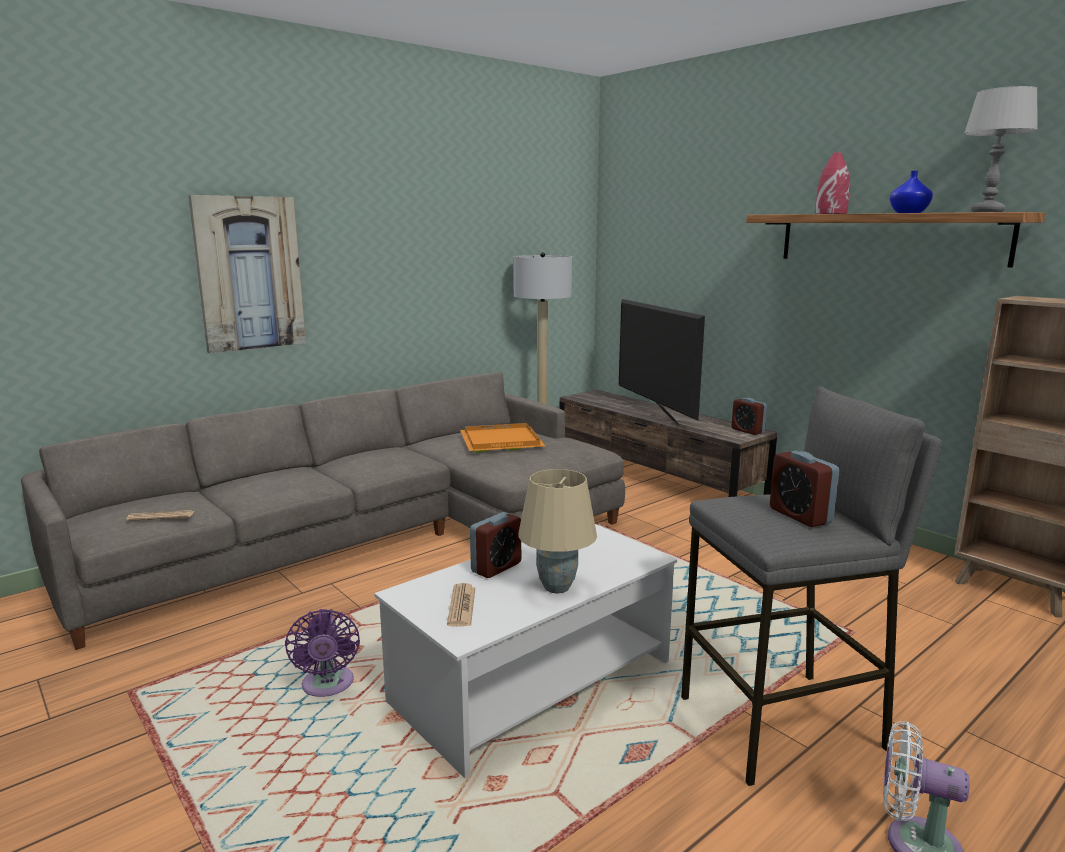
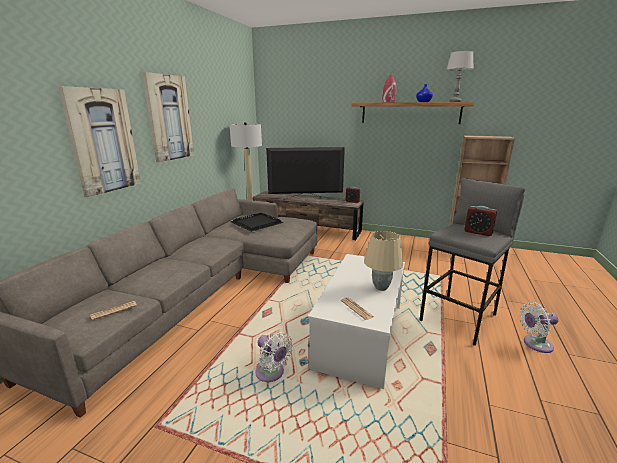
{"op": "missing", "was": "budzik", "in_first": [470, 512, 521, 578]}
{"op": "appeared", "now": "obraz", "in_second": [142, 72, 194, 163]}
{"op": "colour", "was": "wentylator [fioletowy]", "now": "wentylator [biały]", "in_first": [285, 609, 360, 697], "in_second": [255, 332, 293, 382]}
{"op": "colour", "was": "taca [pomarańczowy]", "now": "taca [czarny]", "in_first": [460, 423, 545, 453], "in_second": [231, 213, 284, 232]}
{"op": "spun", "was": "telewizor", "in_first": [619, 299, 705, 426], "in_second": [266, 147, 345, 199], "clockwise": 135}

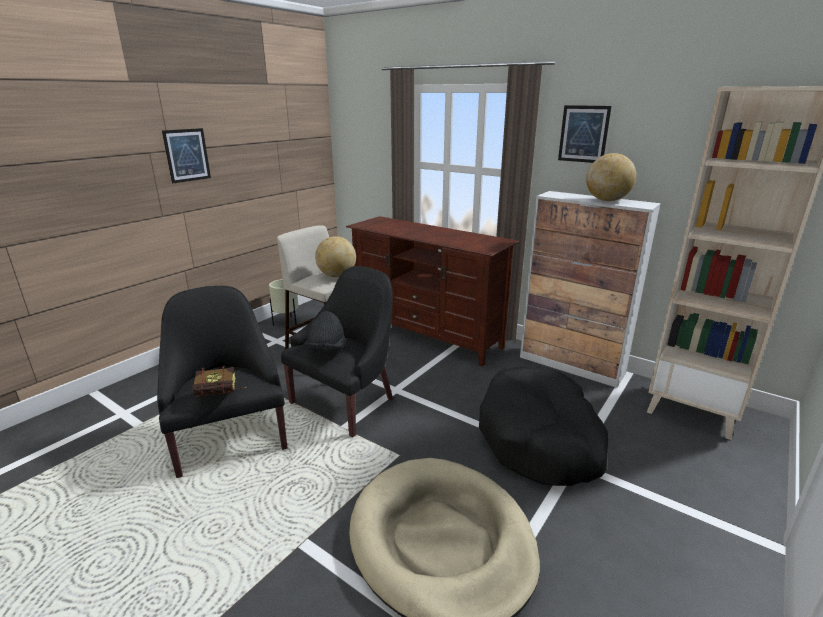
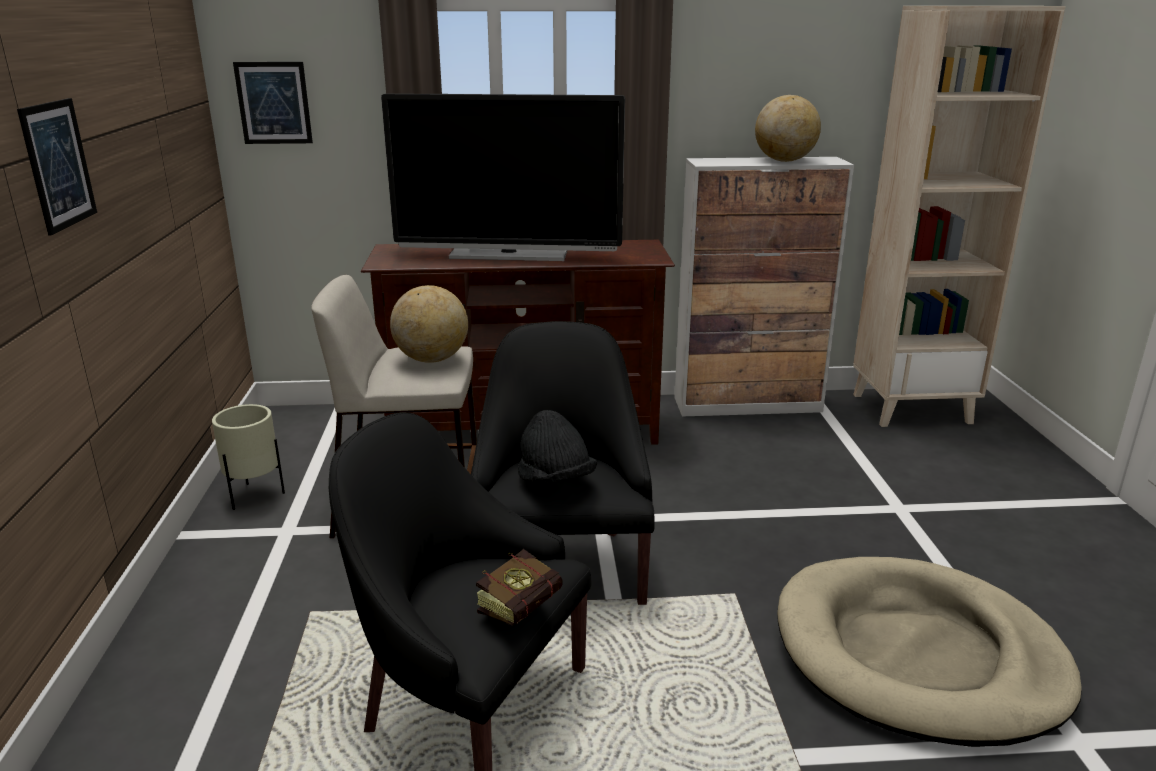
{"op": "missing", "was": "legowisko [czarny]", "in_first": [479, 367, 608, 486]}
{"op": "appeared", "now": "telewizor", "in_second": [381, 93, 625, 261]}
{"op": "relocated", "was": "obraz", "in_first": [558, 105, 612, 163], "in_second": [233, 62, 313, 144]}

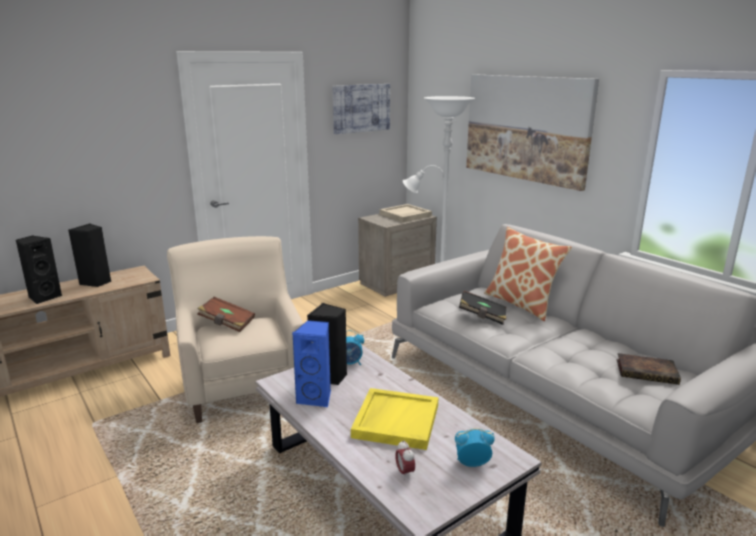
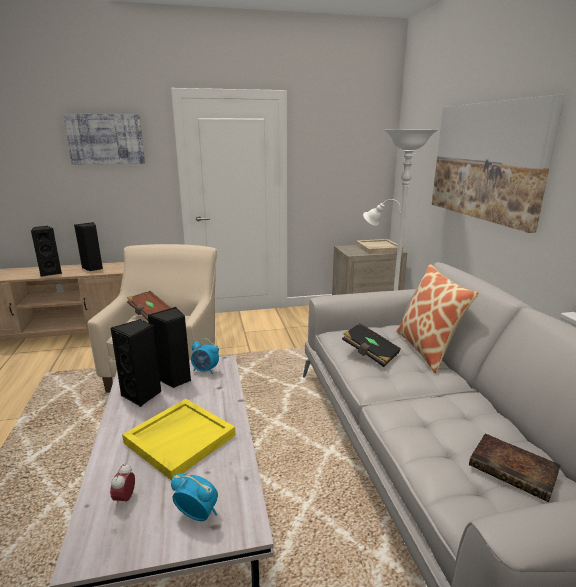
{"op": "relocated", "was": "obraz", "in_first": [333, 84, 390, 134], "in_second": [63, 114, 145, 164]}
{"op": "colour", "was": "głośnik [niebieski]", "now": "głośnik [czarny]", "in_first": [292, 320, 331, 407], "in_second": [111, 319, 162, 407]}

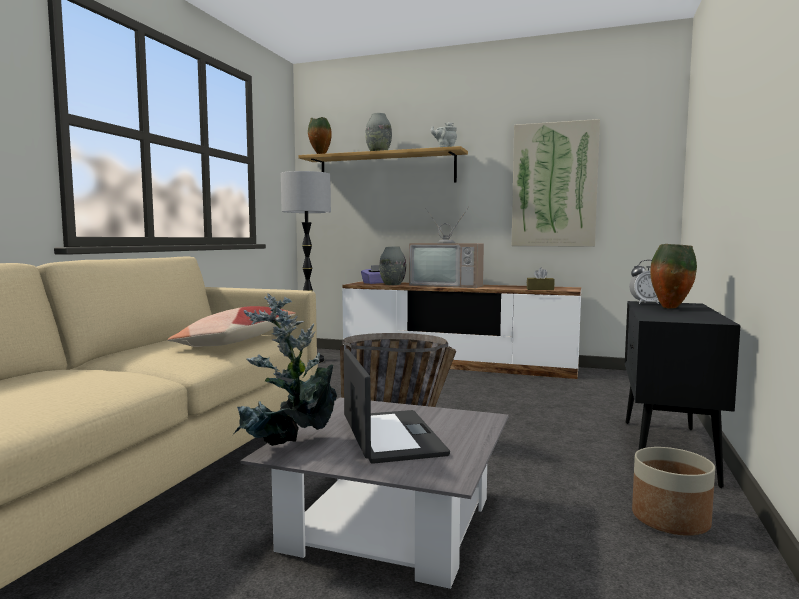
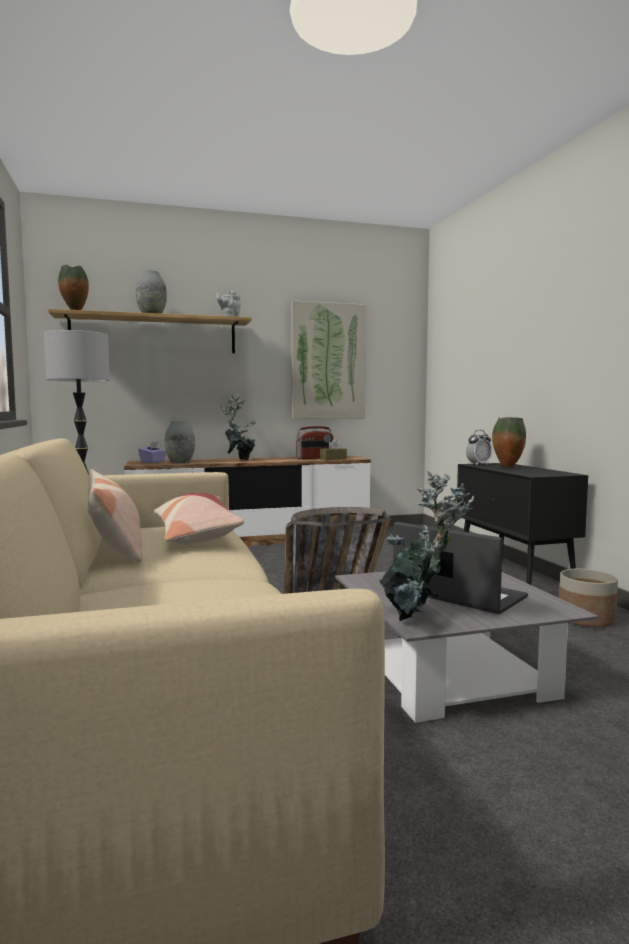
{"op": "appeared", "now": "poduszka", "in_second": [88, 469, 143, 563]}
{"op": "appeared", "now": "radio", "in_second": [296, 426, 333, 459]}
{"op": "exchanged", "was": "telewizor", "now": "roślina doniczkowa", "in_first": [409, 207, 484, 288], "in_second": [220, 394, 256, 461]}

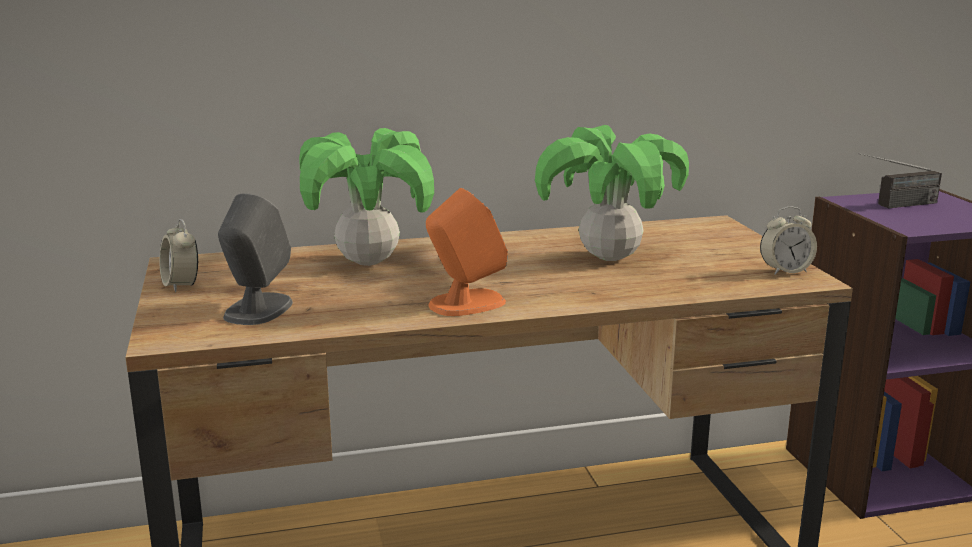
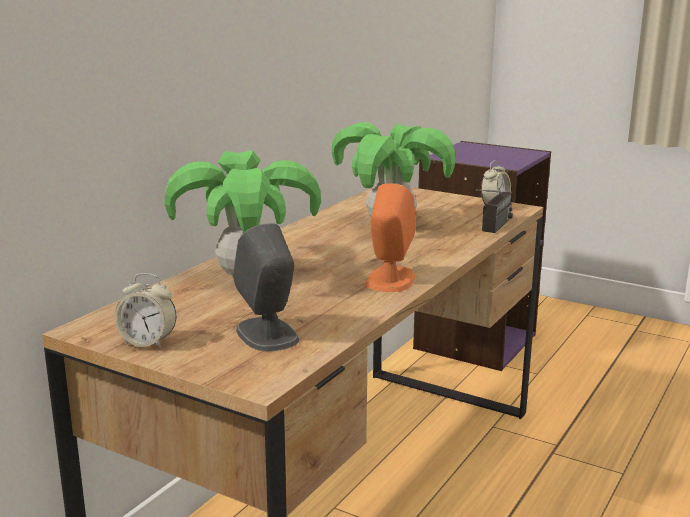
{"op": "relocated", "was": "radio", "in_first": [858, 153, 942, 208], "in_second": [476, 189, 513, 233]}

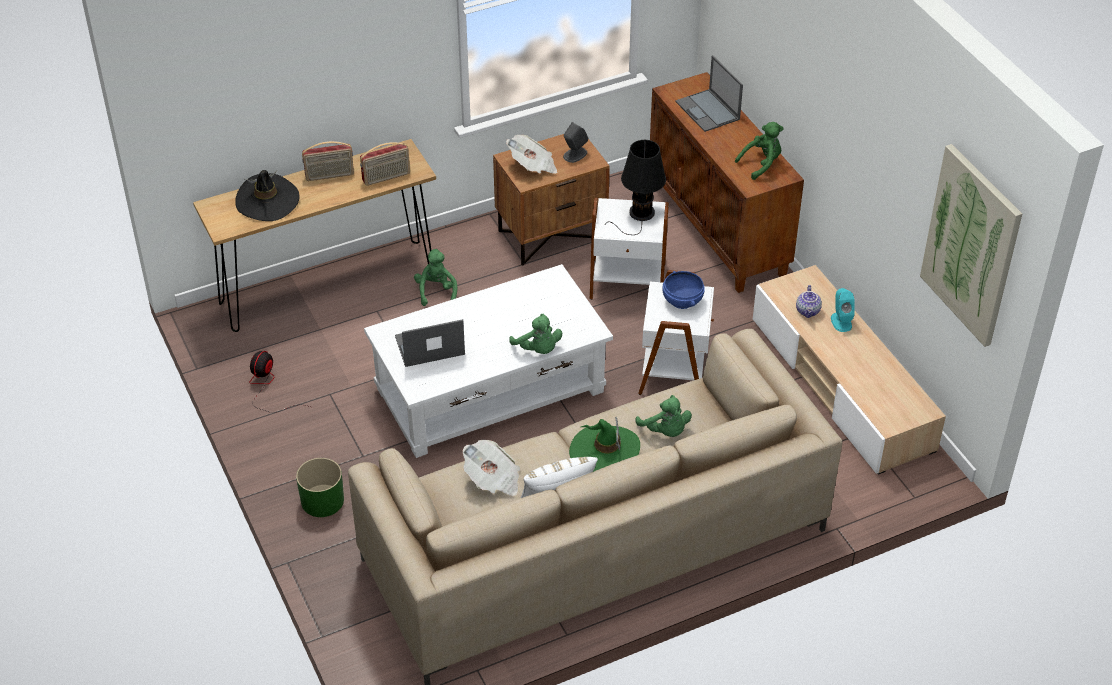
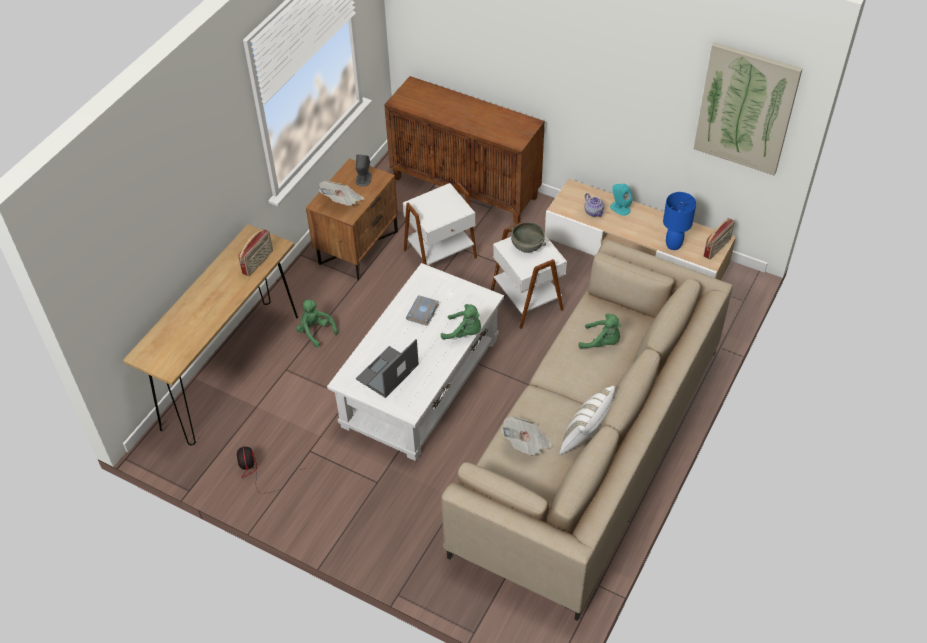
{"op": "missing", "was": "kapelusz [czarny]", "in_first": [235, 170, 300, 221]}
{"op": "missing", "was": "donica [zielony]", "in_first": [296, 458, 344, 517]}
{"op": "missing", "was": "kapelusz [zielony]", "in_first": [569, 417, 640, 472]}
{"op": "missing", "was": "lampa stołowa [czarny]", "in_first": [605, 140, 666, 235]}
{"op": "missing", "was": "laptop", "in_first": [676, 55, 743, 132]}
{"op": "missing", "was": "pluszak [zielony]", "in_first": [735, 122, 783, 180]}
{"op": "appeared", "now": "książka [szary]", "in_second": [406, 295, 439, 326]}
{"op": "appeared", "now": "lampa stołowa [niebieski]", "in_second": [663, 192, 696, 250]}
{"op": "relocated", "was": "radio", "in_first": [302, 141, 354, 181], "in_second": [704, 218, 735, 259]}
{"op": "colour", "was": "miska [niebieski]", "now": "miska [szary]", "in_first": [662, 271, 705, 309], "in_second": [510, 222, 546, 253]}

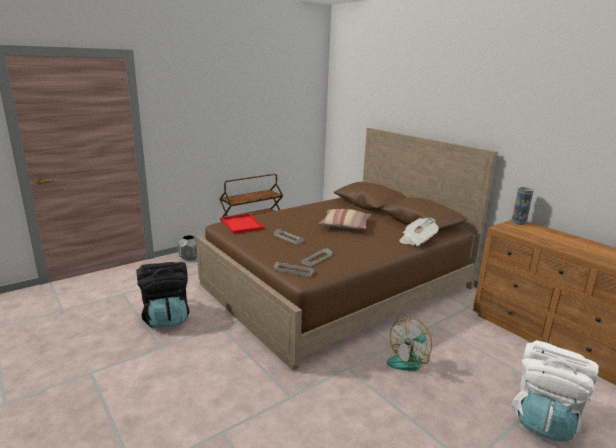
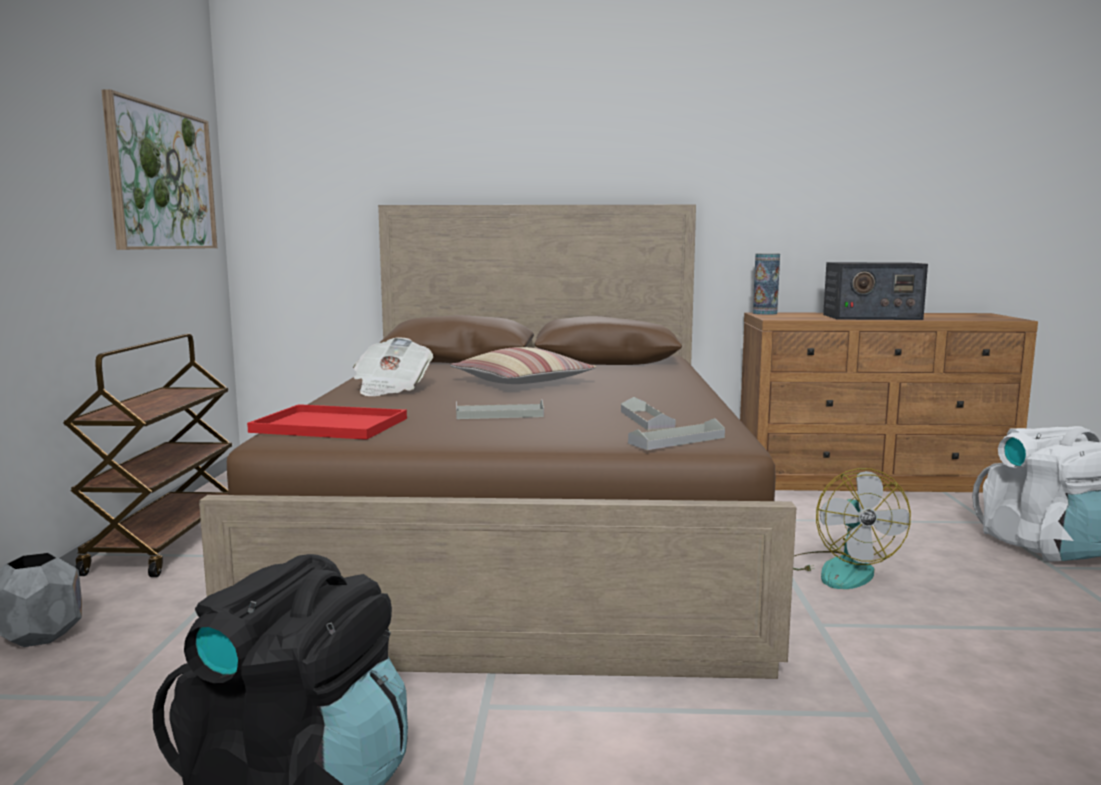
{"op": "appeared", "now": "obraz", "in_second": [102, 90, 217, 250]}
{"op": "appeared", "now": "radio", "in_second": [823, 262, 928, 320]}
{"op": "relocated", "was": "gazeta", "in_first": [399, 218, 439, 246], "in_second": [353, 337, 433, 396]}

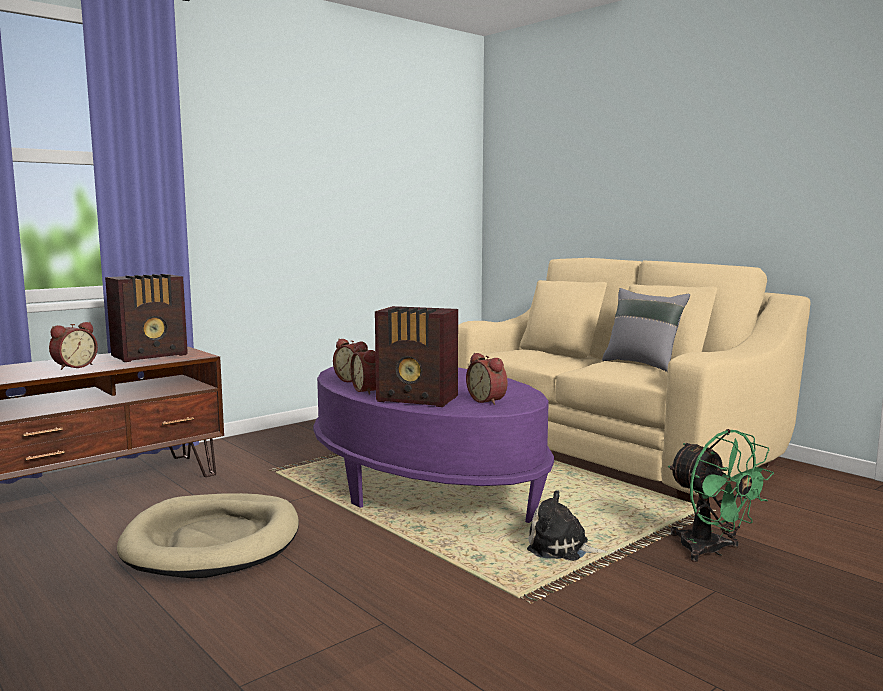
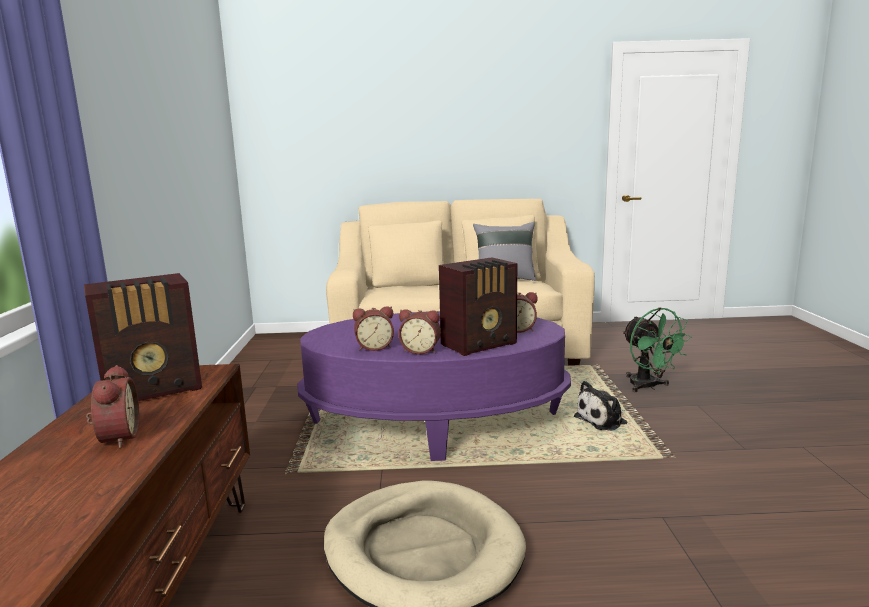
{"op": "spun", "was": "radio", "in_first": [105, 274, 188, 362], "in_second": [84, 273, 202, 401], "clockwise": 60}
{"op": "spun", "was": "wentylator [zielony]", "in_first": [668, 429, 774, 562], "in_second": [622, 307, 692, 392], "clockwise": 60}

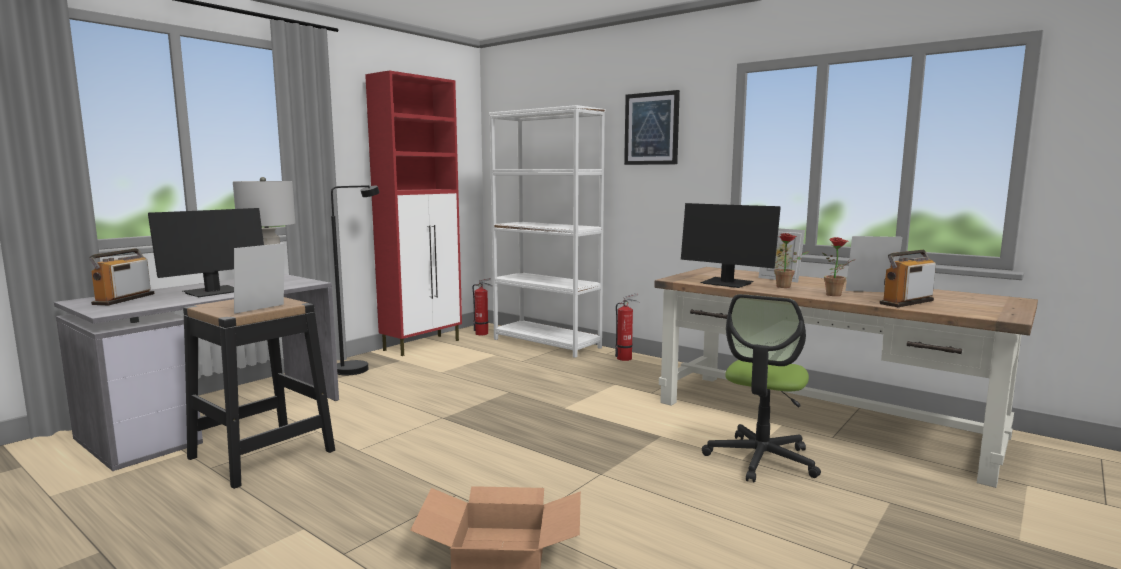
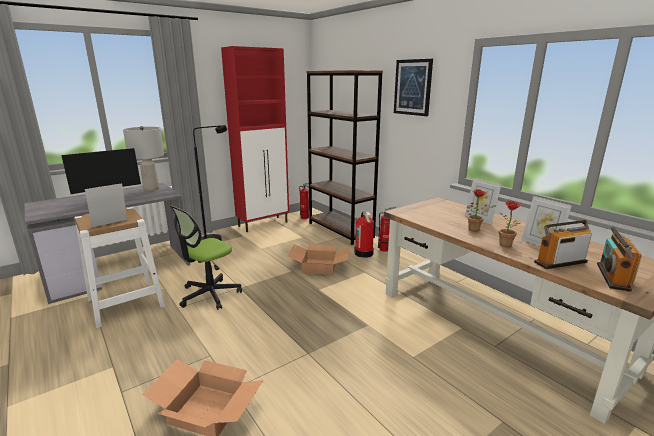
{"op": "missing", "was": "monitor", "in_first": [681, 203, 781, 288]}
{"op": "appeared", "now": "karton", "in_second": [287, 244, 350, 275]}
{"op": "appeared", "now": "gaśnica", "in_second": [354, 211, 374, 258]}
{"op": "relocated", "was": "radio", "in_first": [90, 248, 154, 305], "in_second": [597, 226, 642, 292]}
{"op": "relocated", "was": "krzesło biurowe", "in_first": [702, 294, 821, 483], "in_second": [170, 205, 242, 310]}
{"op": "colour", "was": "stołek [czarny]", "now": "stołek [biały]", "in_first": [183, 297, 335, 489], "in_second": [74, 207, 165, 328]}
{"op": "colour", "was": "regał [biały]", "now": "regał [brązowy]", "in_first": [489, 105, 605, 358], "in_second": [306, 70, 383, 245]}
{"op": "spun", "was": "ramka na zdjęcie", "in_first": [846, 236, 903, 292], "in_second": [522, 196, 572, 246], "clockwise": -150}

